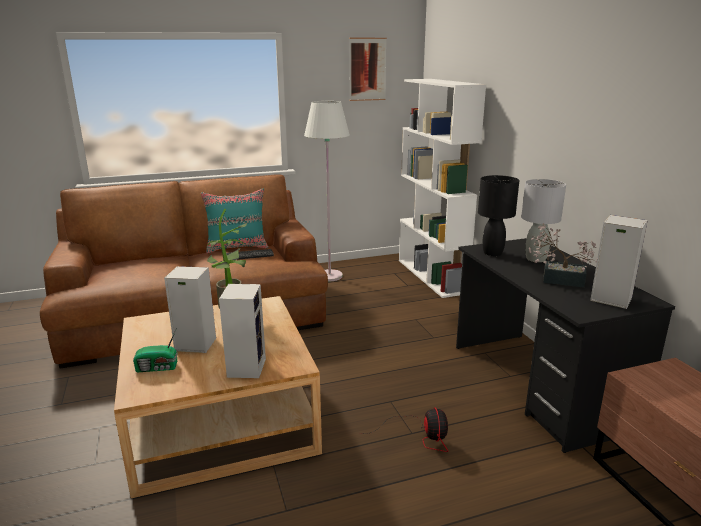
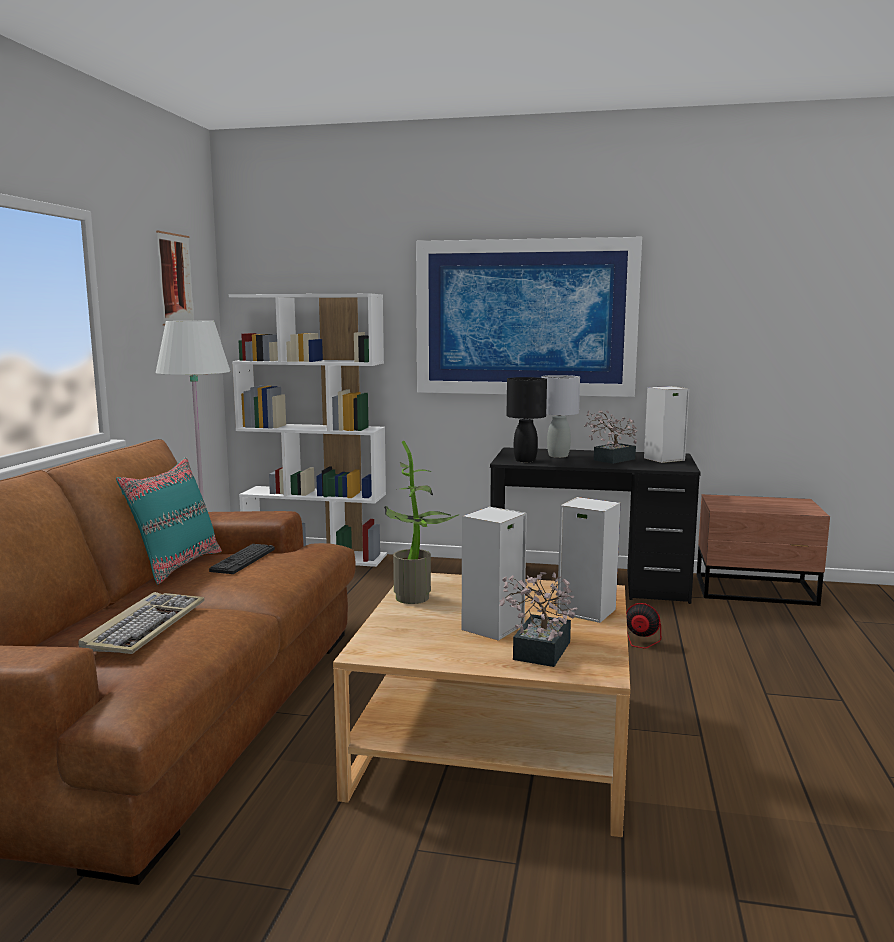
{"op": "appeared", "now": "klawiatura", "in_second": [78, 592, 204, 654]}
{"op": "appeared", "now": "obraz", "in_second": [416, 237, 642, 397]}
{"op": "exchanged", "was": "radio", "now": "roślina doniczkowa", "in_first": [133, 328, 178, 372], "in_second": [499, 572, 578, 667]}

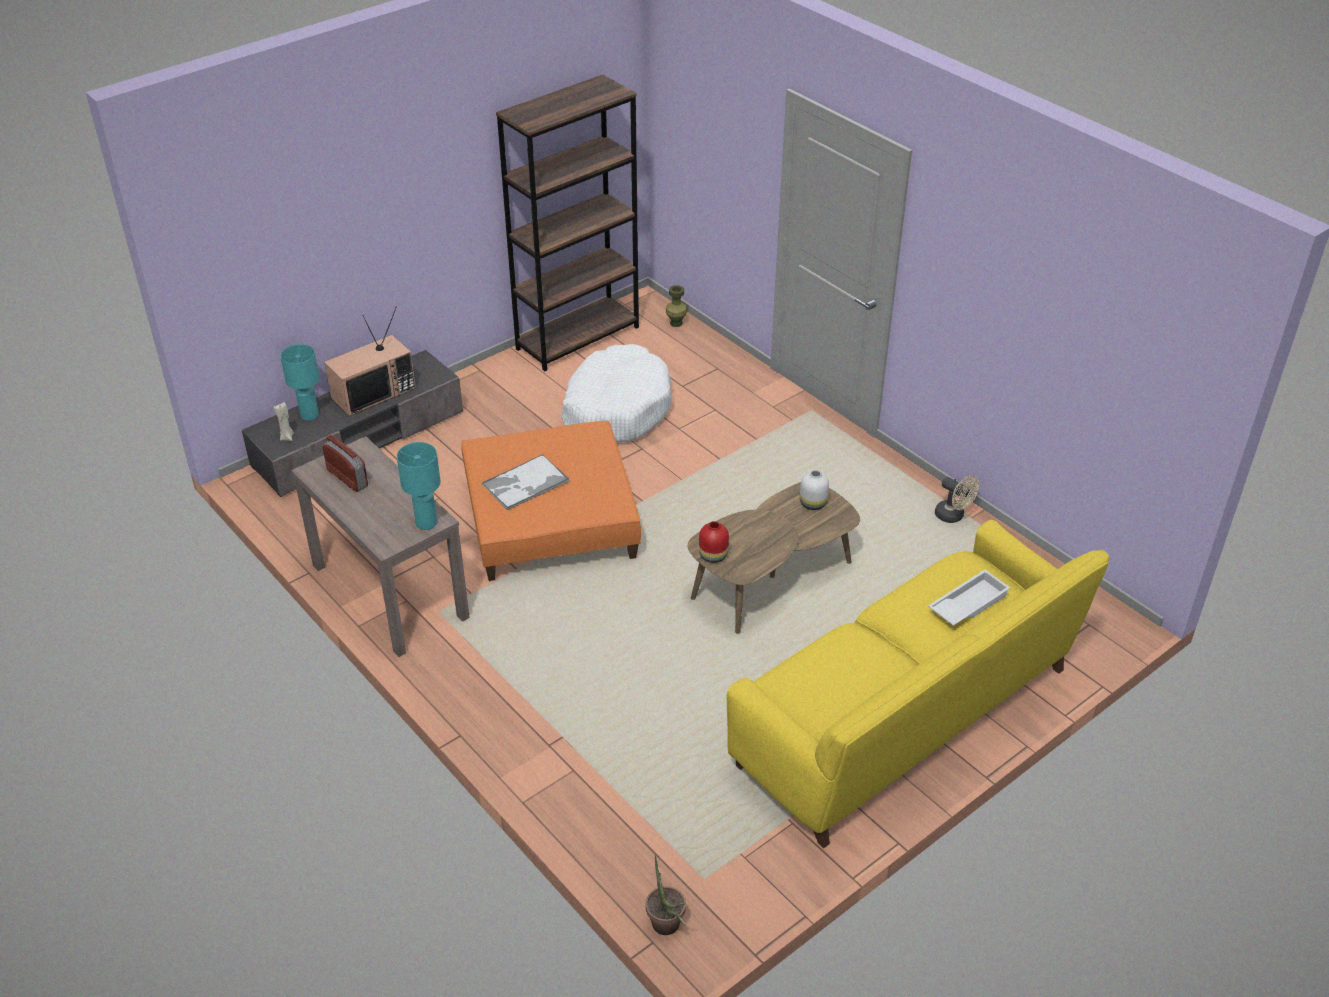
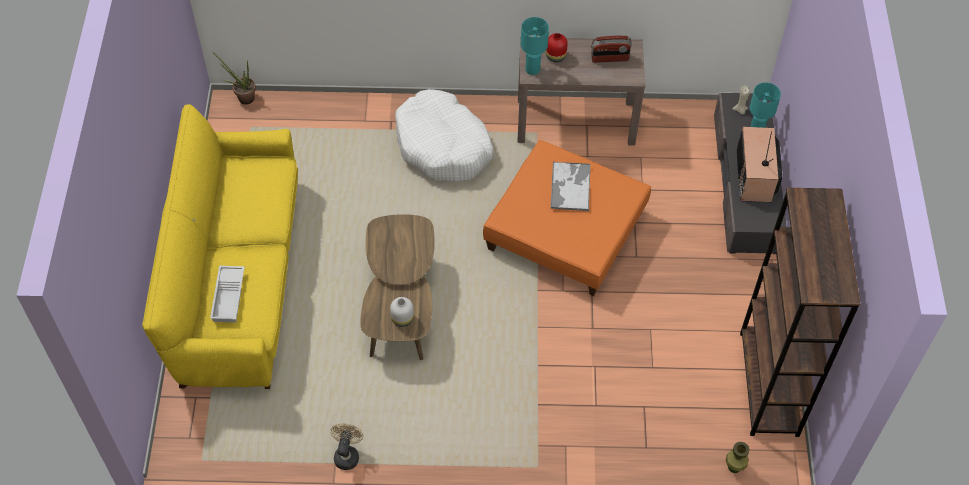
{"op": "relocated", "was": "legowisko [biały]", "in_first": [561, 344, 672, 443], "in_second": [395, 89, 494, 182]}
{"op": "relocated", "was": "wazon [czerwony]", "in_first": [699, 521, 729, 563], "in_second": [546, 33, 568, 62]}
{"op": "spun", "was": "wentylator [beżowy]", "in_first": [935, 475, 979, 523], "in_second": [330, 423, 363, 470], "clockwise": 105}

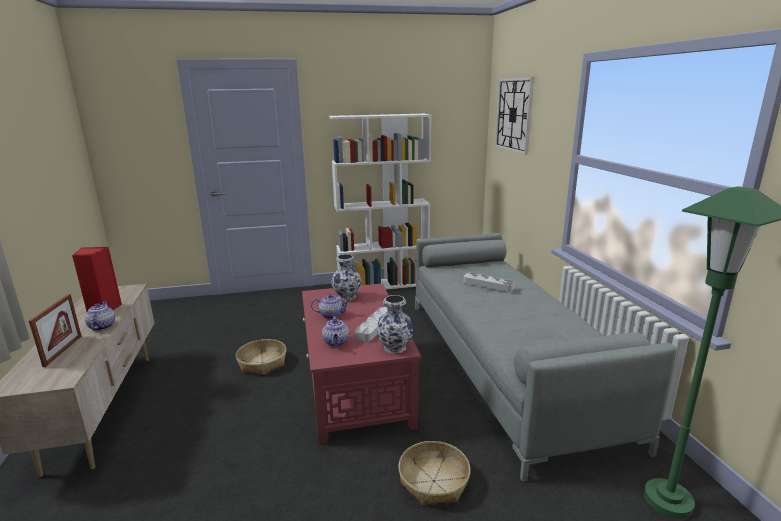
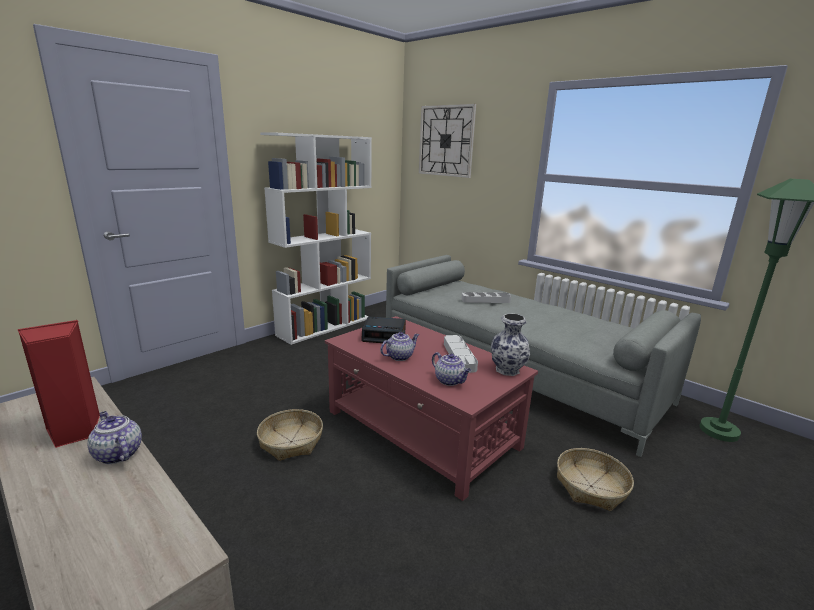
{"op": "missing", "was": "ramka na zdjęcie", "in_first": [29, 294, 81, 367]}
{"op": "exchanged", "was": "wazon", "now": "budzik", "in_first": [331, 254, 361, 301], "in_second": [361, 317, 406, 344]}

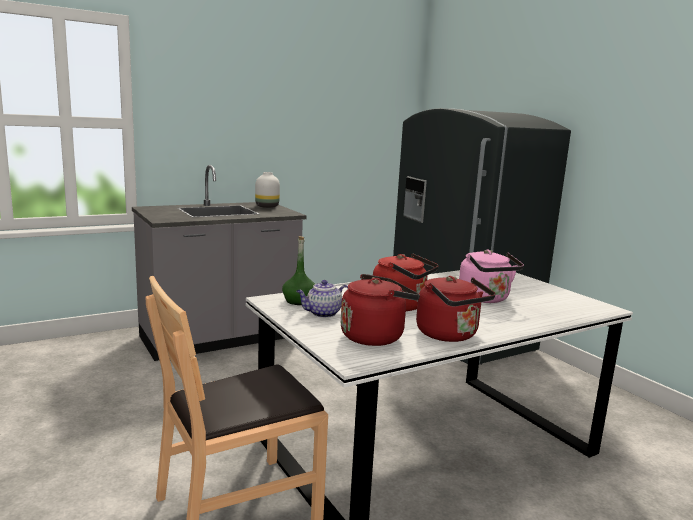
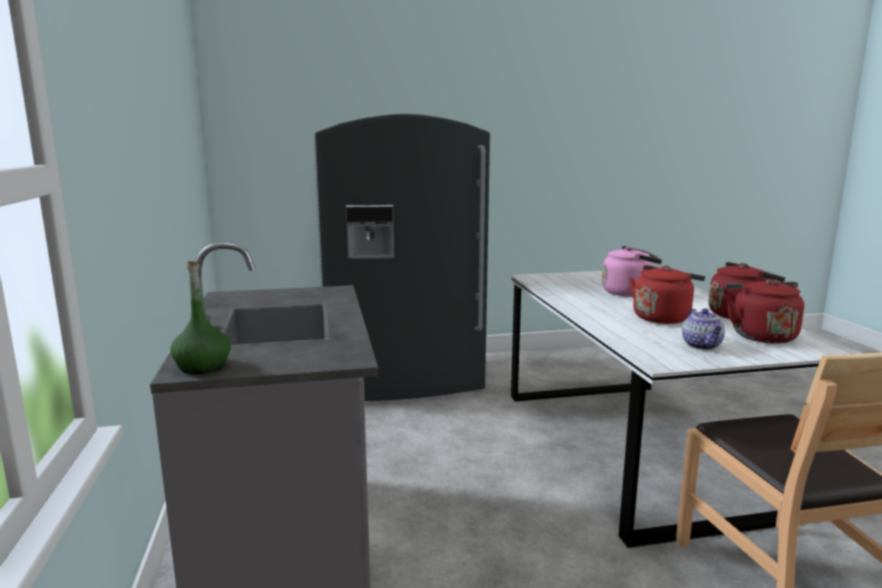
{"op": "missing", "was": "wazon [biały]", "in_first": [255, 172, 280, 208]}
{"op": "relocated", "was": "butelka [zielony]", "in_first": [282, 236, 315, 305], "in_second": [170, 261, 231, 374]}

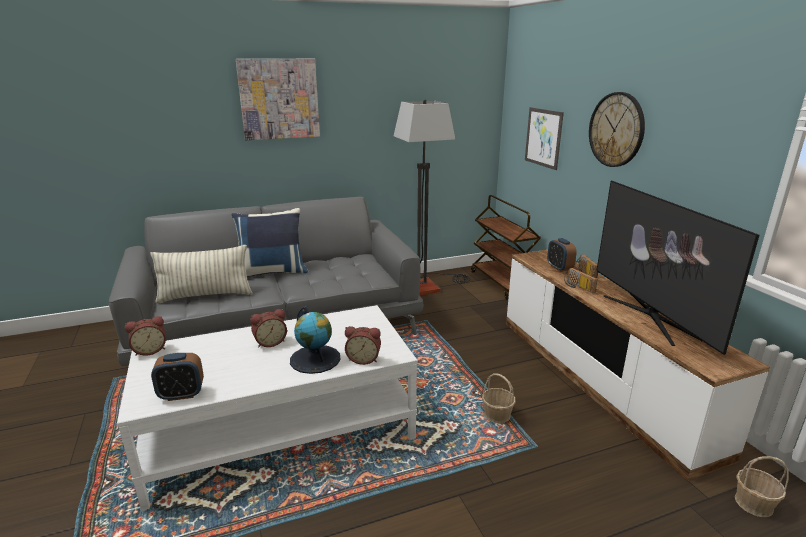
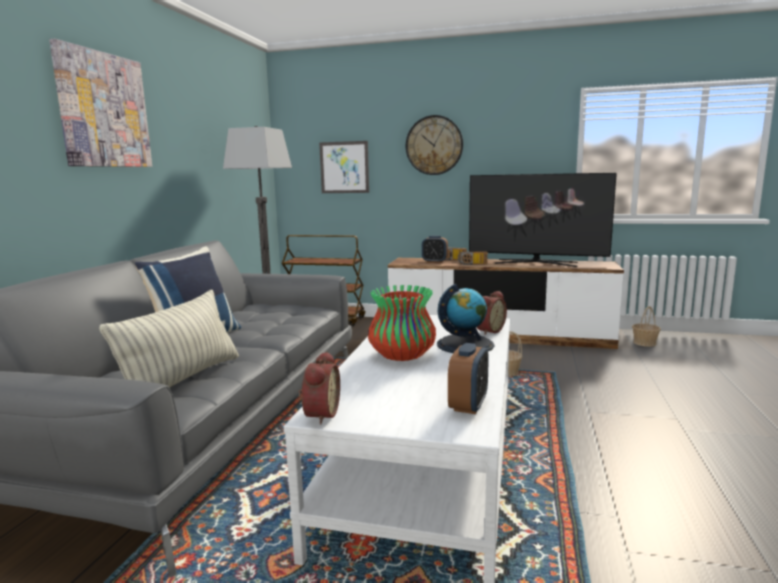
{"op": "exchanged", "was": "budzik", "now": "wazon", "in_first": [250, 309, 287, 348], "in_second": [368, 285, 436, 361]}

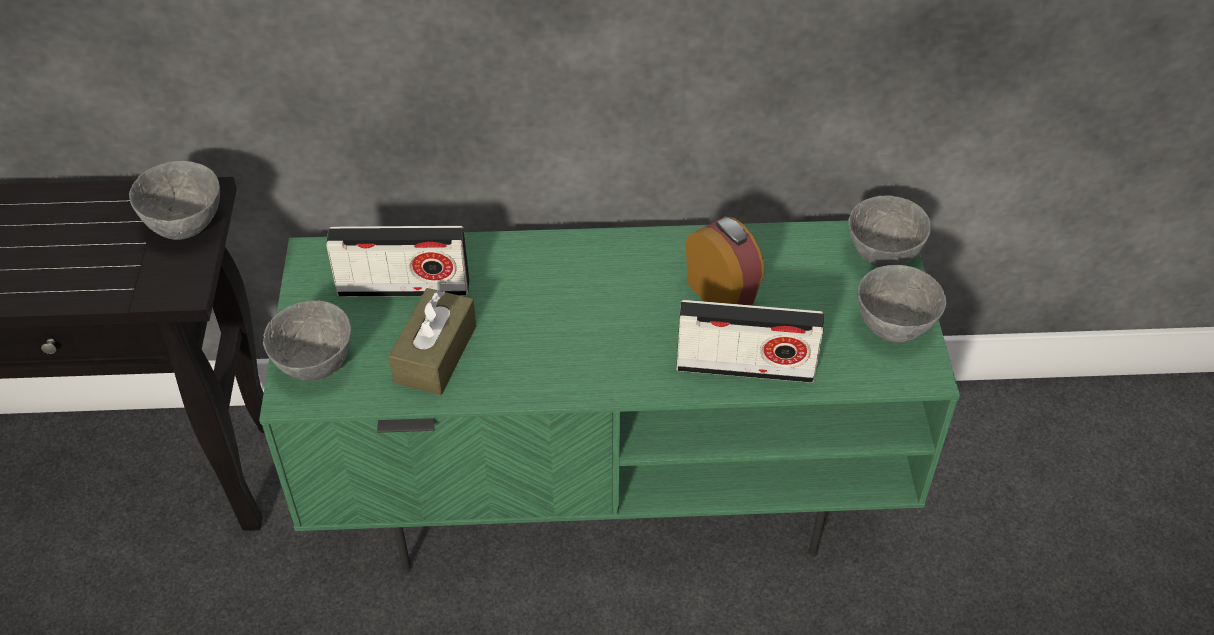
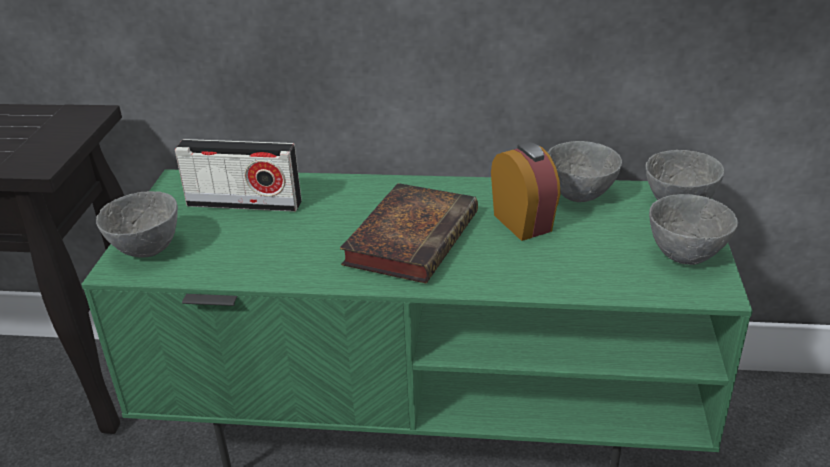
{"op": "missing", "was": "pudełko chusteczek [brązowy]", "in_first": [389, 288, 476, 395]}
{"op": "missing", "was": "radio", "in_first": [677, 300, 824, 383]}
{"op": "appeared", "now": "książka", "in_second": [340, 183, 478, 284]}
{"op": "relocated", "was": "miska [szary]", "in_first": [129, 161, 220, 240], "in_second": [547, 141, 622, 202]}

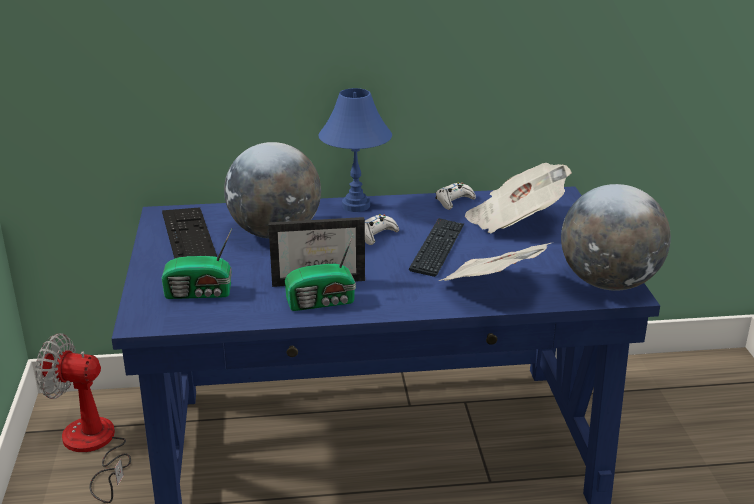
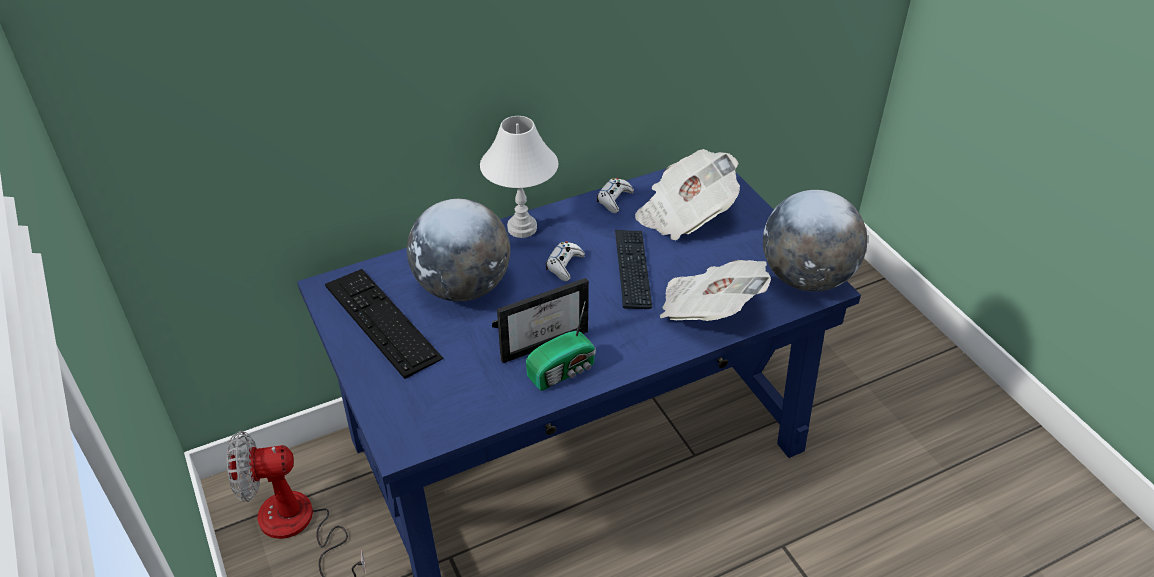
{"op": "missing", "was": "radio", "in_first": [161, 229, 232, 299]}
{"op": "colour", "was": "lampa stołowa [niebieski]", "now": "lampa stołowa [biały]", "in_first": [319, 88, 392, 212], "in_second": [480, 116, 559, 238]}

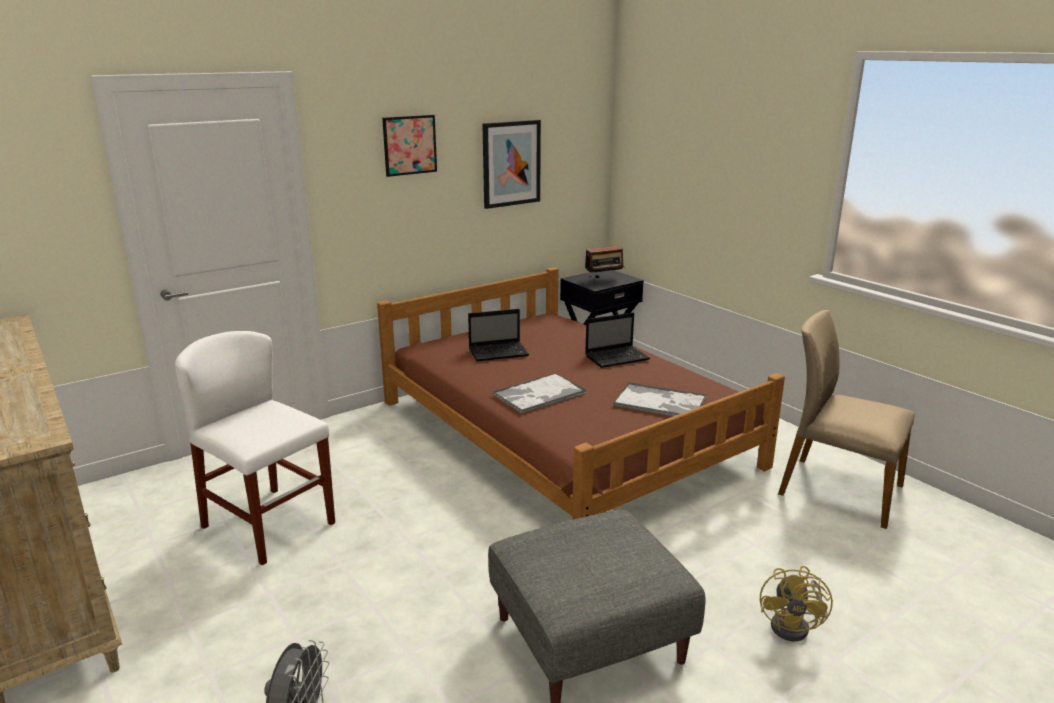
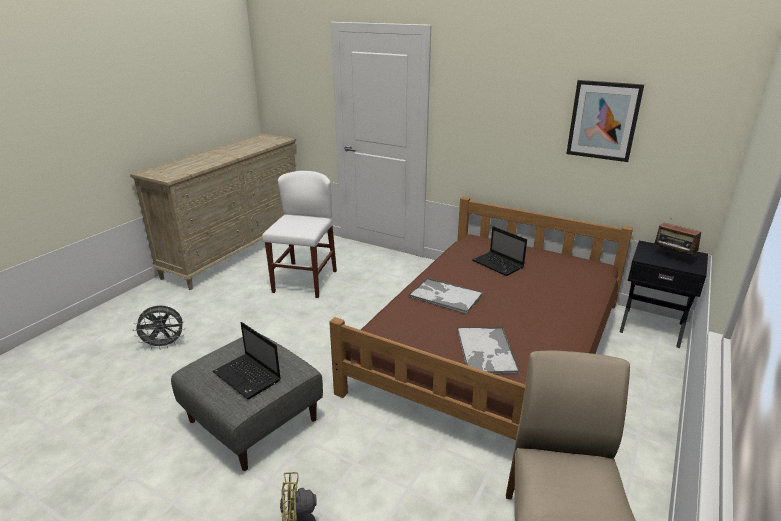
{"op": "missing", "was": "obraz", "in_first": [382, 115, 437, 177]}
{"op": "relocated", "was": "laptop", "in_first": [585, 312, 650, 368], "in_second": [213, 322, 281, 399]}

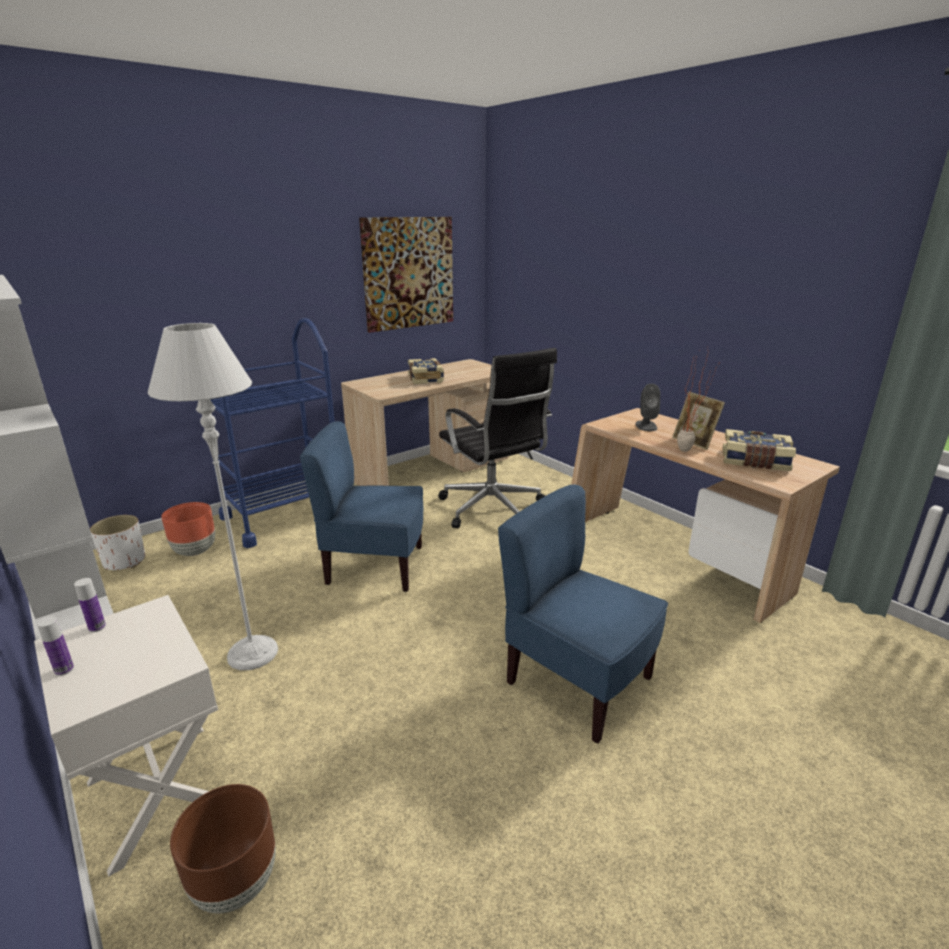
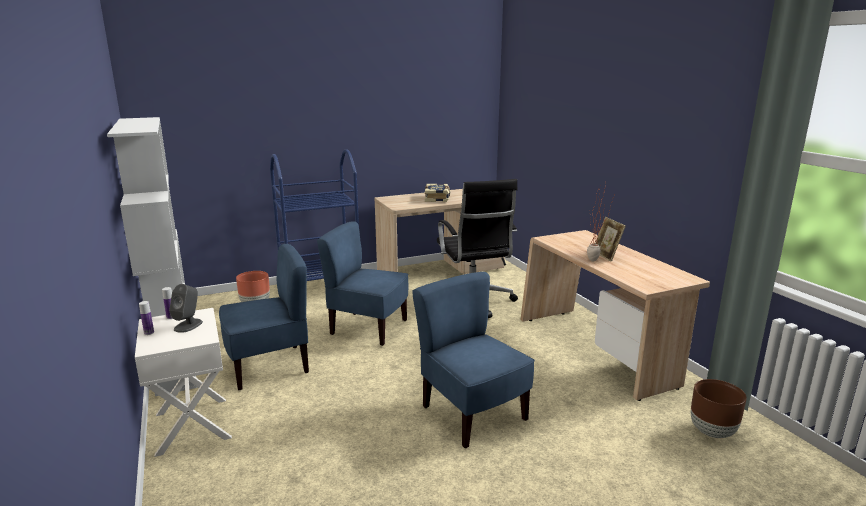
{"op": "missing", "was": "donica [biały]", "in_first": [90, 515, 145, 570]}
{"op": "missing", "was": "obraz", "in_first": [359, 217, 453, 333]}
{"op": "missing", "was": "książka", "in_first": [722, 429, 796, 471]}
{"op": "relocated", "was": "donica [brązowy]", "in_first": [170, 784, 276, 913], "in_second": [691, 379, 747, 438]}
{"op": "relocated", "was": "głośnik [szary]", "in_first": [636, 384, 660, 431], "in_second": [169, 284, 203, 333]}
{"op": "exchanged", "was": "lampa stojąca [szary]", "now": "krzesło [niebieski]", "in_first": [148, 323, 278, 670], "in_second": [219, 244, 309, 390]}

